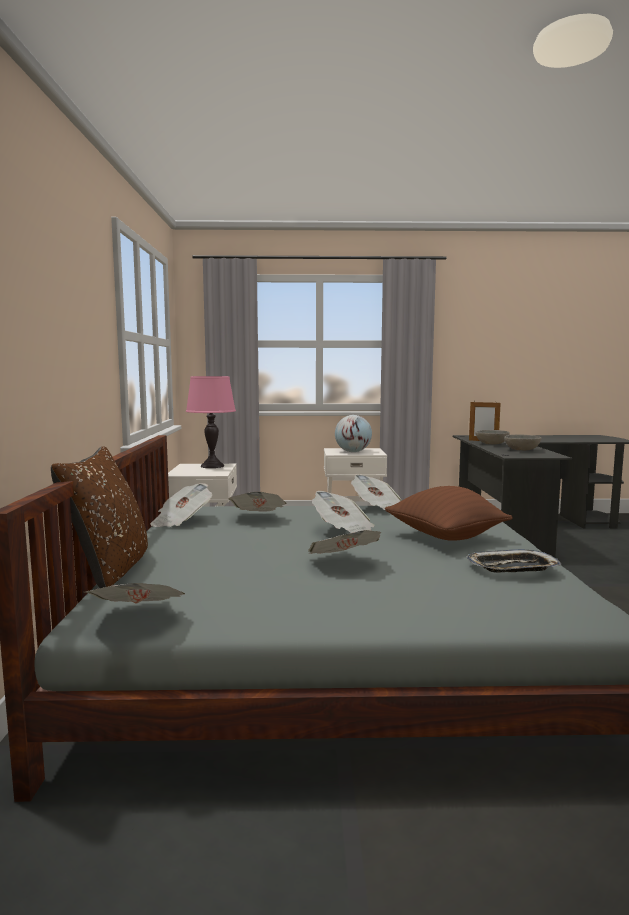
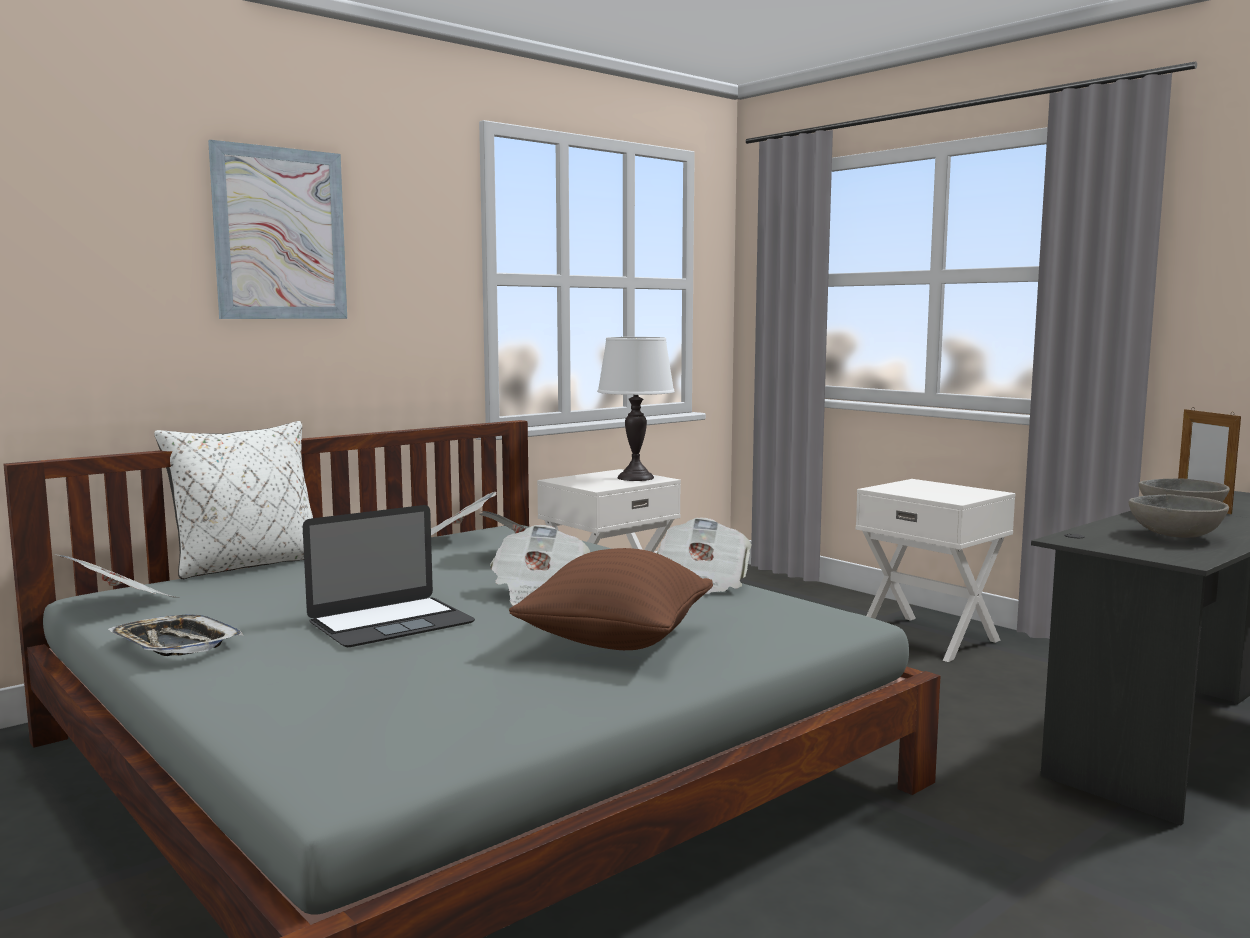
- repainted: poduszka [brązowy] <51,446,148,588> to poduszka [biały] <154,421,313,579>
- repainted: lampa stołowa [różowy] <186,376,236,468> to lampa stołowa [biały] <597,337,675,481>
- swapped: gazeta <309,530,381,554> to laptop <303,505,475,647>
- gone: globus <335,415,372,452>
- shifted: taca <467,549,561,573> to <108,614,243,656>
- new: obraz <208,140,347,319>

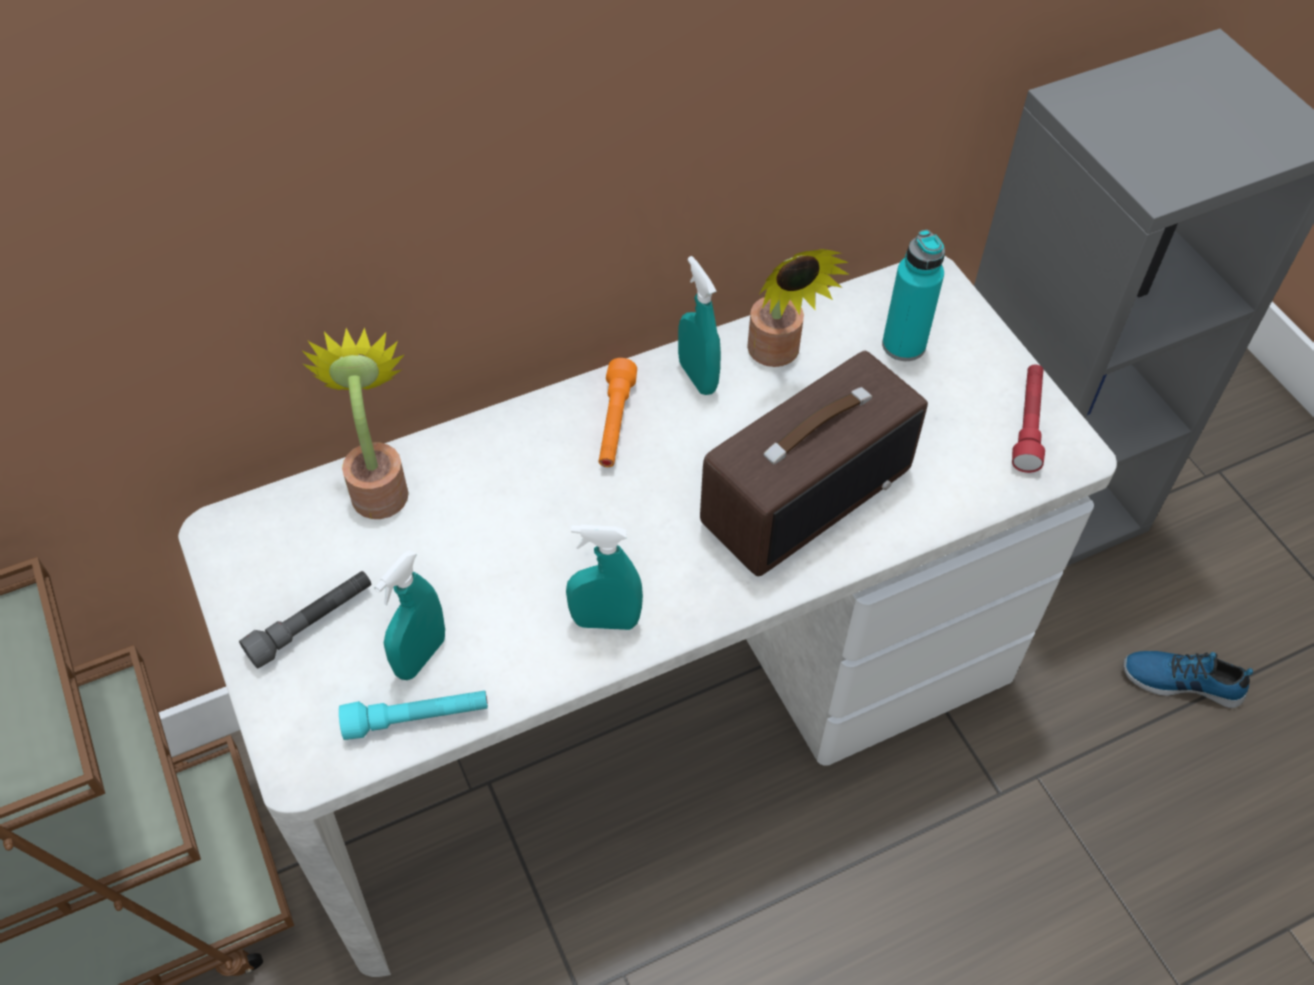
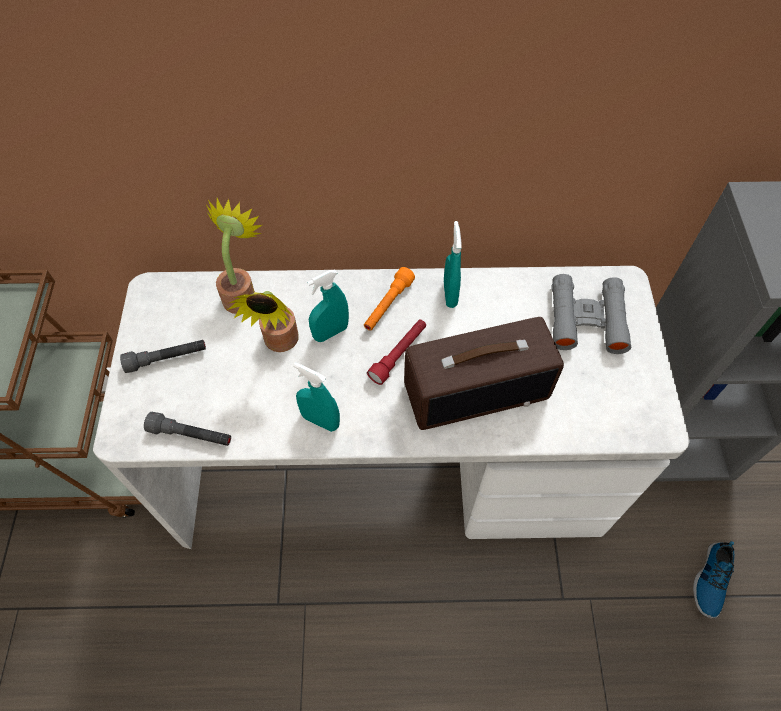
- repainted: latarka [turkusowy] <339,690,488,740> to latarka [szary] <144,412,231,446>
- shifted: spryskiwacz [turkusowy] <374,550,445,680> to <307,269,349,342>
- shifted: roślina doniczkowa <747,249,850,367> to <227,291,299,352>
- swapped: butelka [turkusowy] <882,230,945,361> to lornetka [szary] <551,274,631,354>
- shifted: latarka [czerwony] <1012,365,1045,473> to <367,320,426,385>
- rotated: but <1123,651,1253,708> = <693,541,734,619> 105 degrees counterclockwise

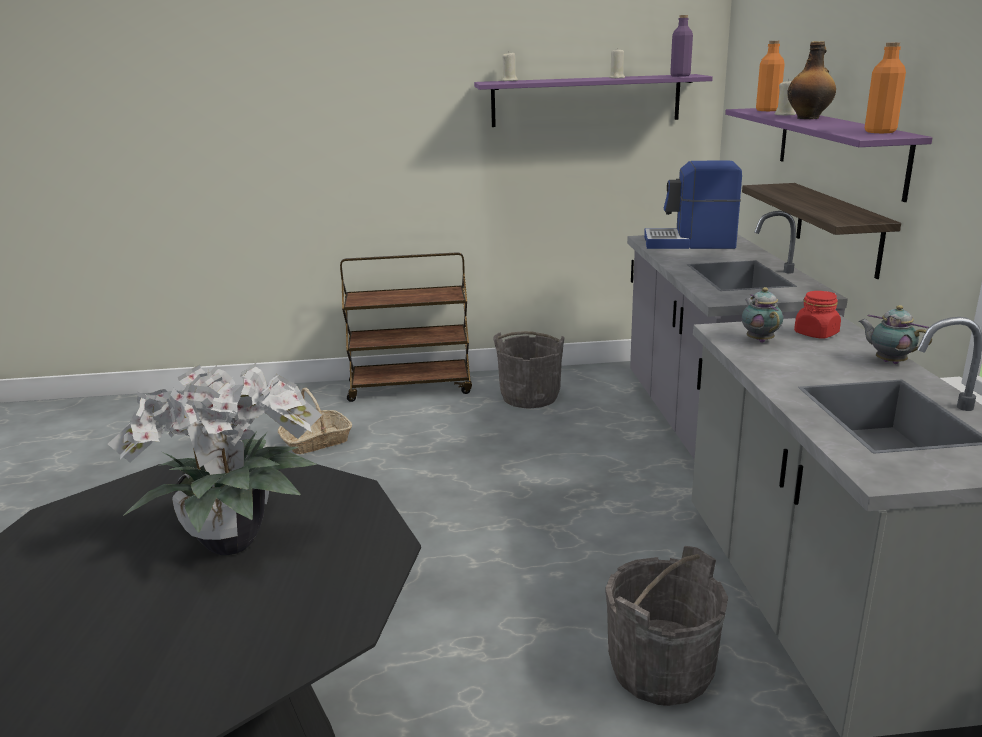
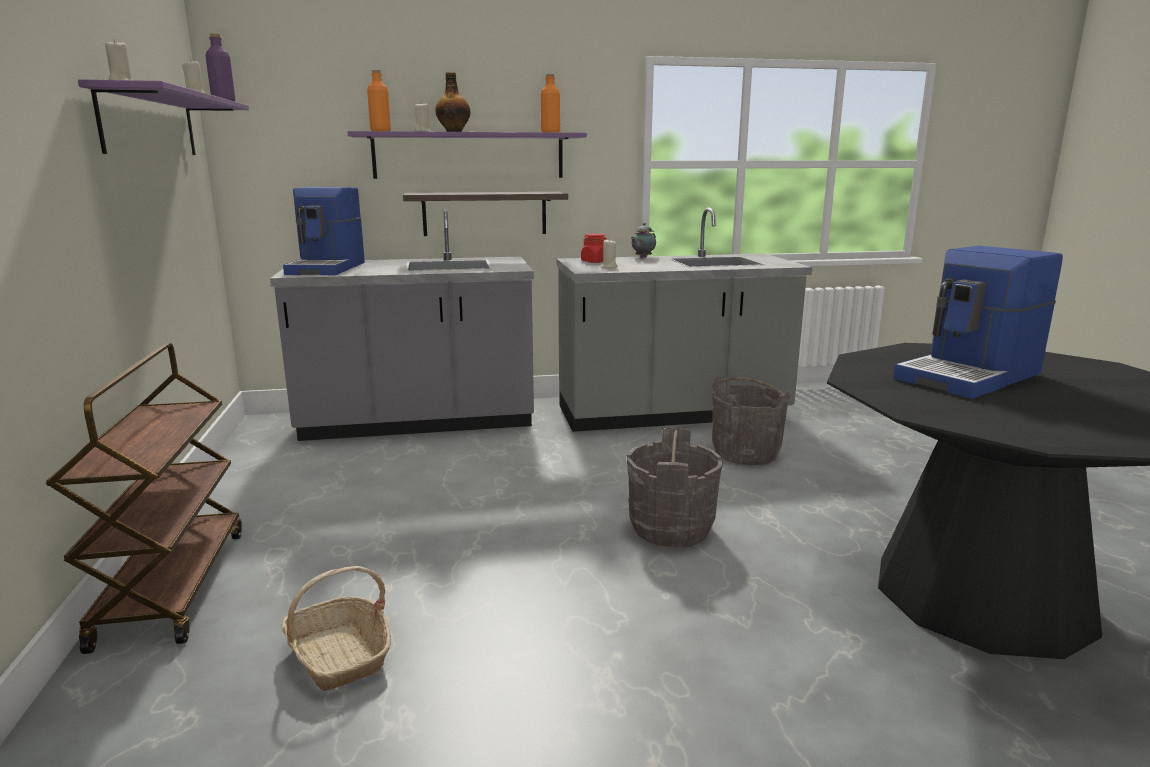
- swapped: roślina doniczkowa <108,363,322,555> to ekspres do kawy <893,246,1063,399>
- shifted: wiadro [szary] <494,331,565,408> to <627,427,723,547>
- swapped: imbryk <742,287,783,343> to świeca [beżowy] <601,239,618,268>

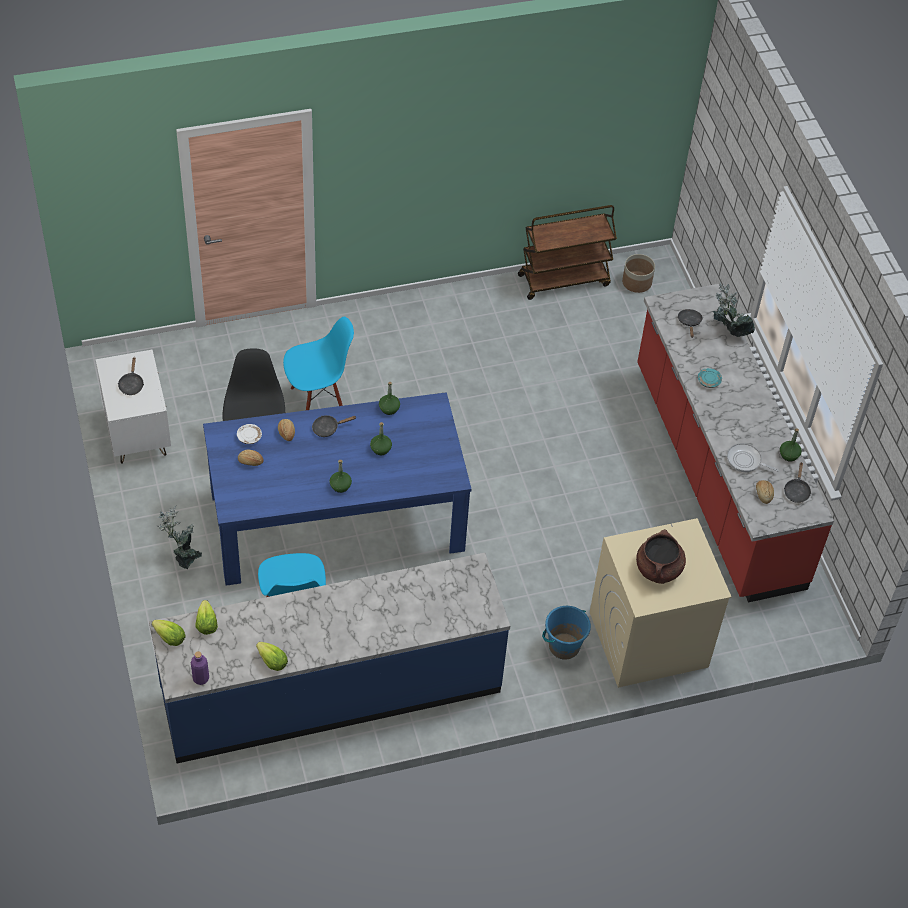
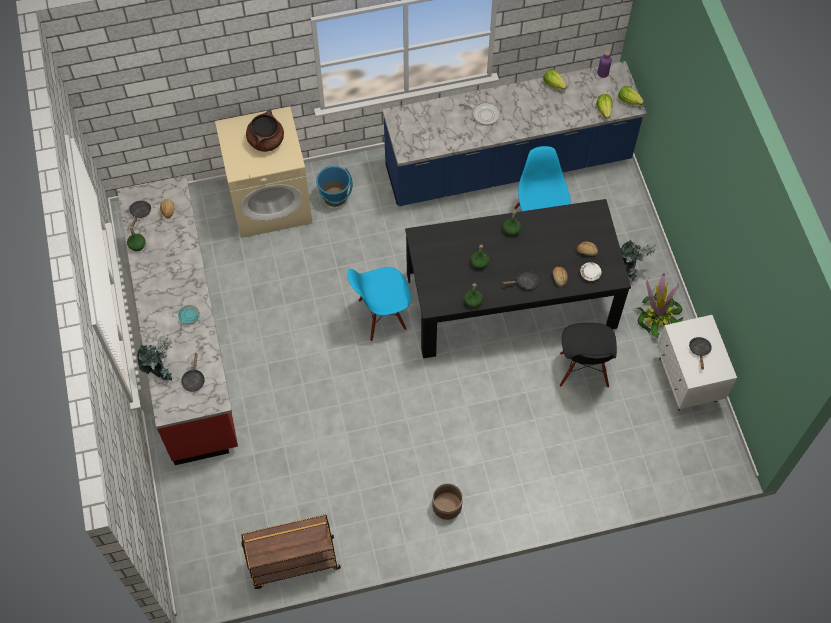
- repainted: stół jadalny [niebieski] <203,392,471,586> to stół jadalny [czarny] <405,199,631,358>
- shifted: krzesło [niebieski] <283,317,354,410> to <347,267,411,341>
- shifted: donica <622,254,655,293> to <432,483,463,520>
- shifted: patelnia <727,443,779,472> to <461,101,500,126>
- new: roślina doniczkowa <636,273,683,338>

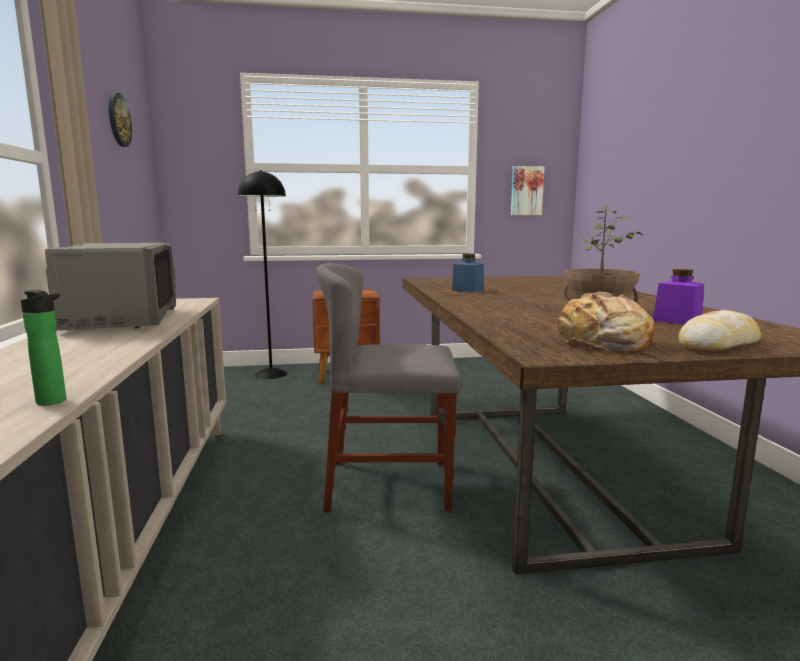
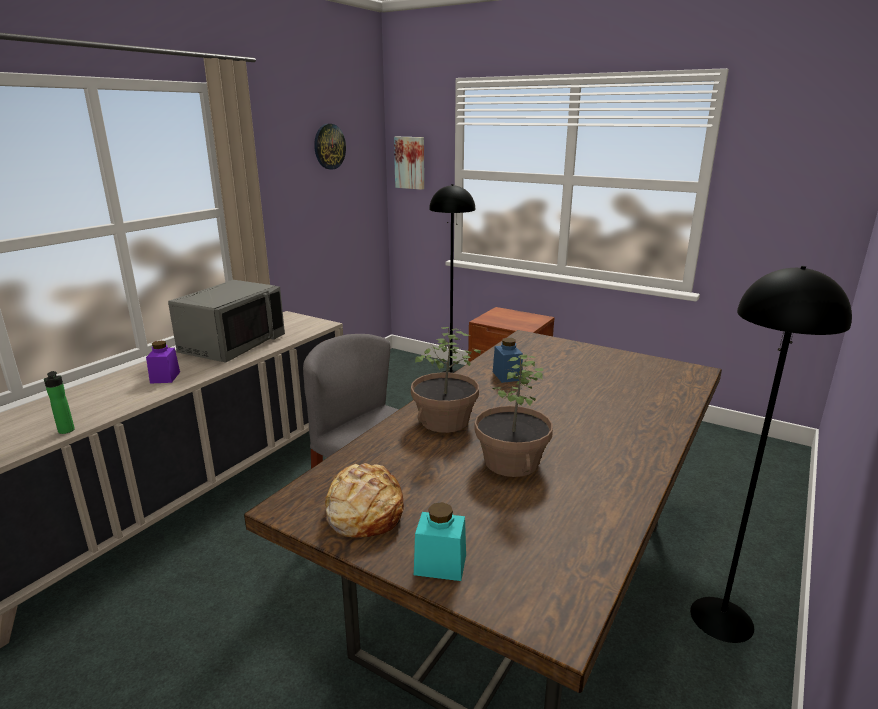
- shifted: obraz <511,166,545,215> to <394,137,424,190>
- shifted: słoik [fioletowy] <653,269,704,325> to <146,341,180,384>
- swapped: chleb <679,310,761,351> to słoik [turkusowy] <414,502,466,581>
- new: roślina doniczkowa <411,327,481,433>
- new: lampa stojąca [czarny] <690,266,852,643>

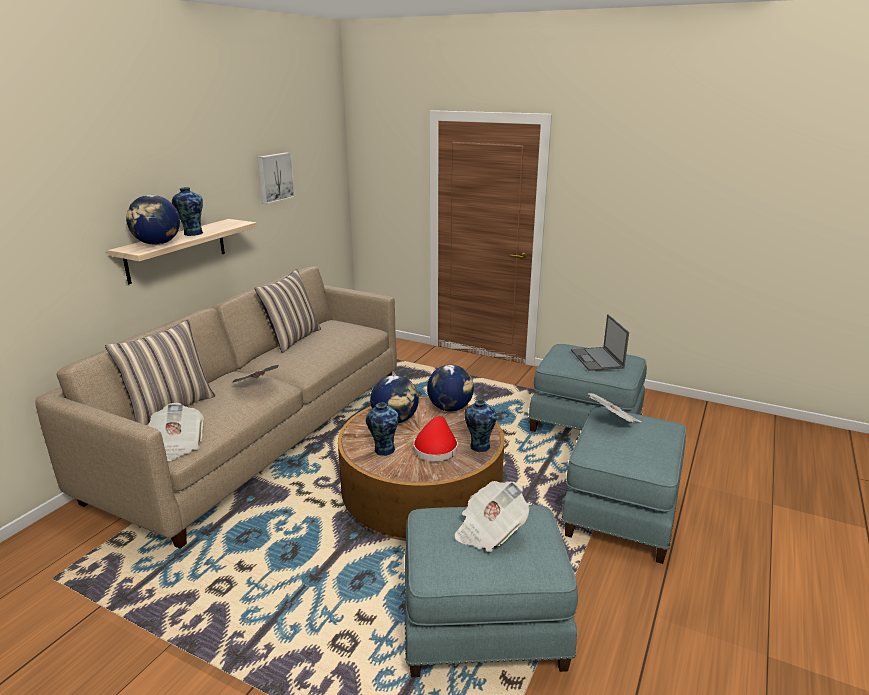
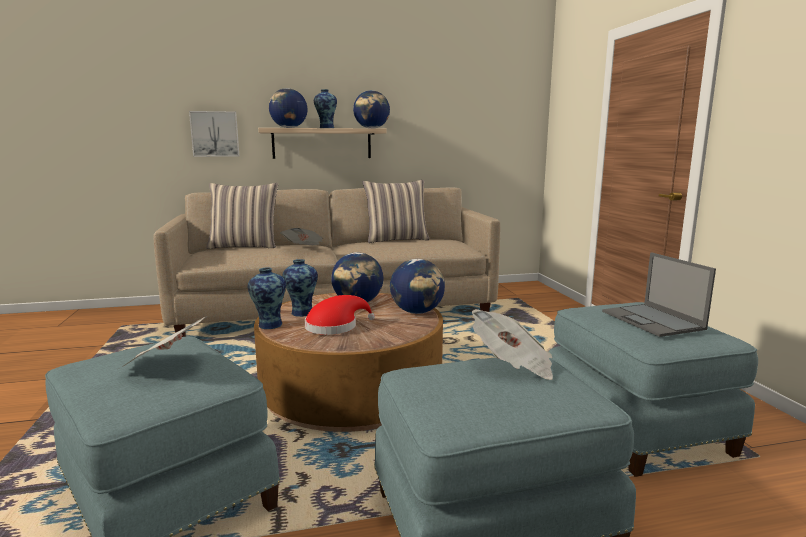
- gone: gazeta <148,403,204,461>
- shifted: obraz <257,152,295,204> to <189,111,239,157>
- shifted: wazon <465,400,497,452> to <248,268,286,329>
- rotated: laptop <571,314,629,371> = <602,252,716,337> 60 degrees counterclockwise
- new: globus <353,90,390,129>

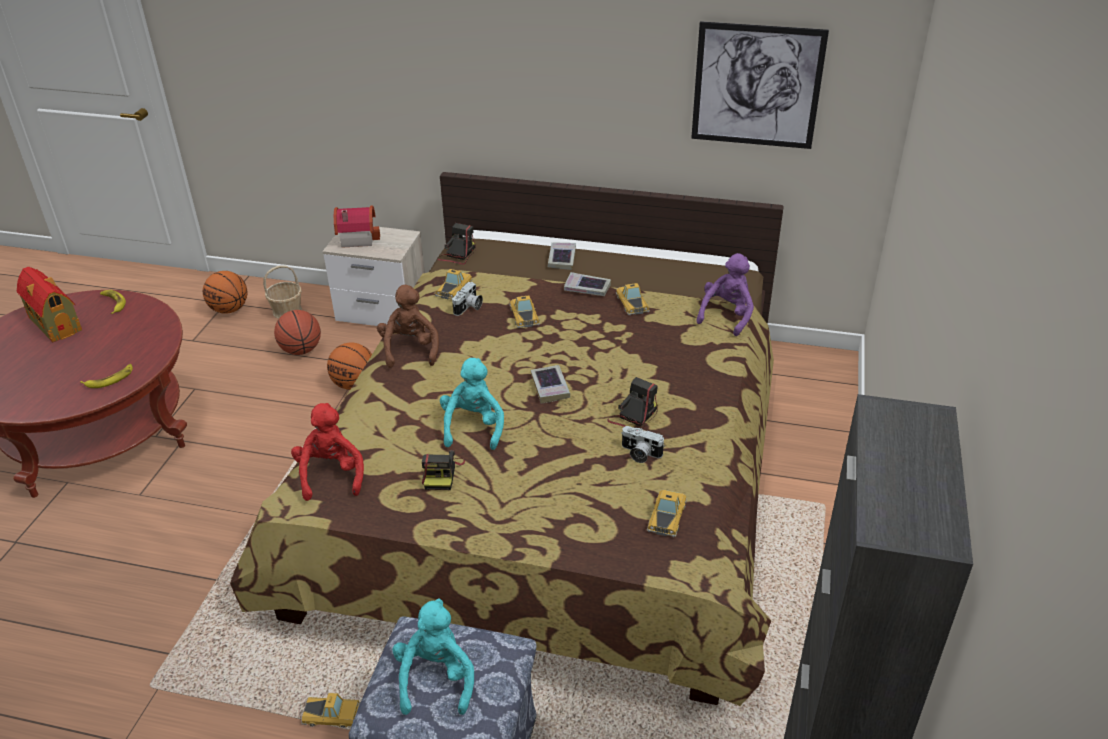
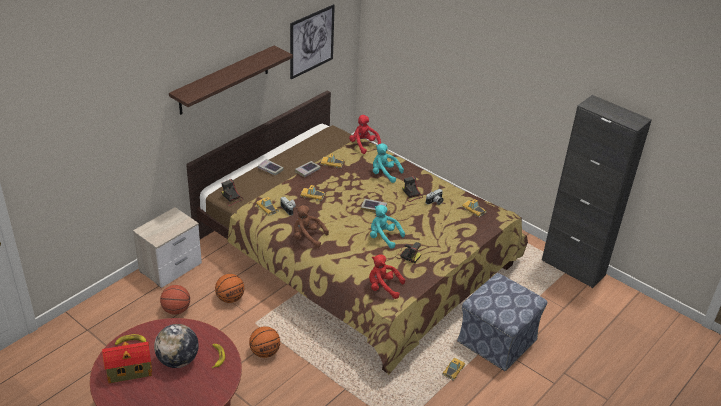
- shifted: piłka do koszykówki <203,271,247,314> to <249,326,280,358>
- gone: koszyk <263,265,302,318>
- gone: domek <334,205,380,248>
- shifted: pluszak [turkusowy] <392,599,474,715> to <373,143,404,183>
- repainted: pluszak [fioletowy] <696,253,754,336> to pluszak [czerwony] <349,115,381,154>
- new: globus <154,324,199,368>
- new: półka <169,46,293,115>

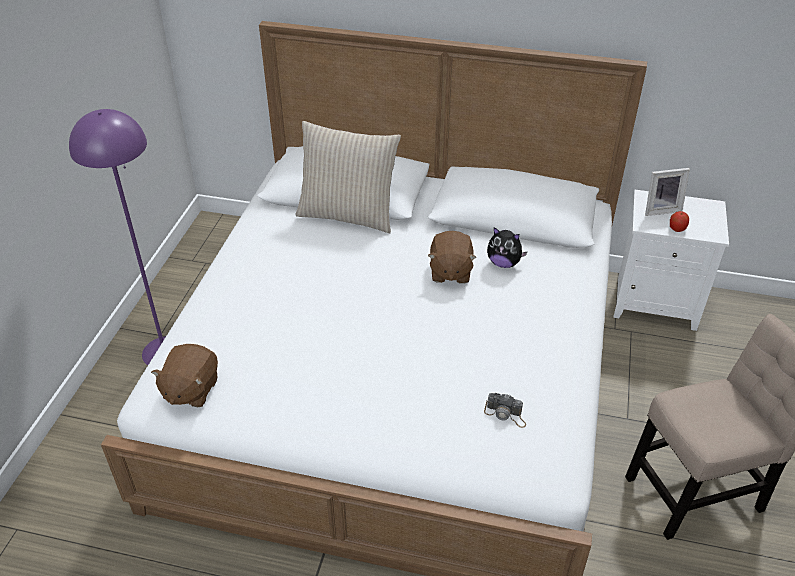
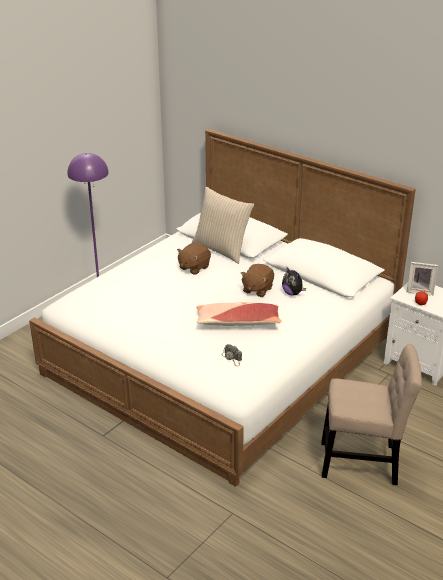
- shifted: pluszak [brązowy] <151,344,218,407> to <177,243,211,274>
- new: poduszka <196,302,282,326>

